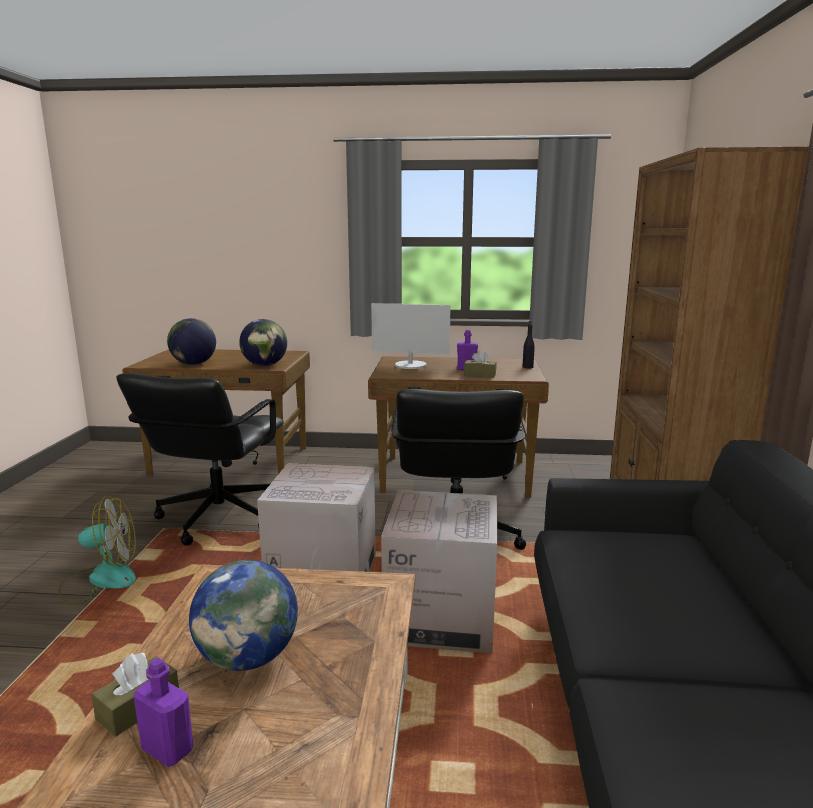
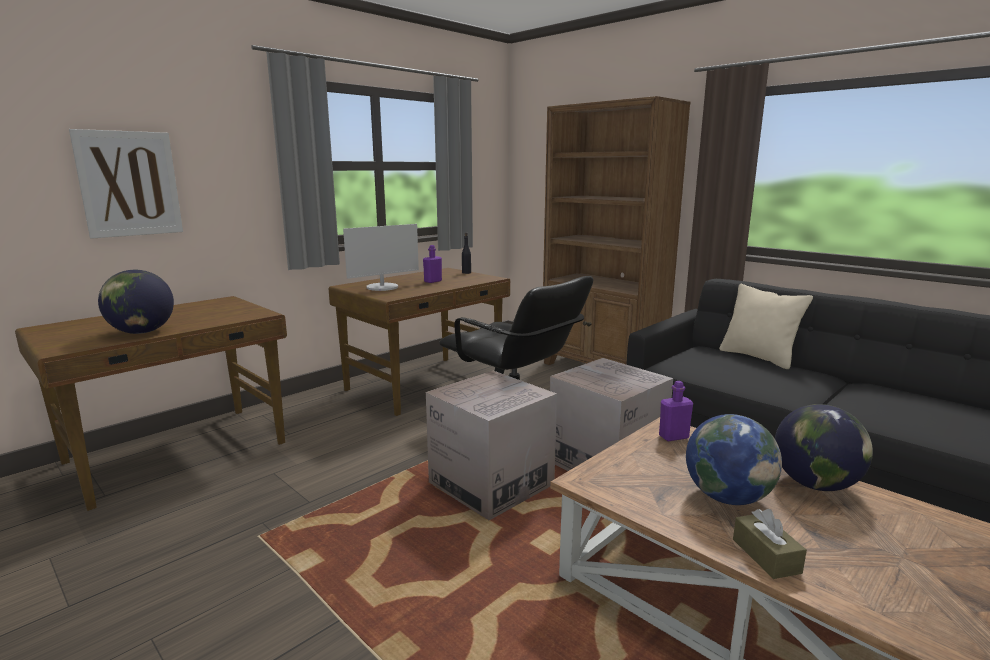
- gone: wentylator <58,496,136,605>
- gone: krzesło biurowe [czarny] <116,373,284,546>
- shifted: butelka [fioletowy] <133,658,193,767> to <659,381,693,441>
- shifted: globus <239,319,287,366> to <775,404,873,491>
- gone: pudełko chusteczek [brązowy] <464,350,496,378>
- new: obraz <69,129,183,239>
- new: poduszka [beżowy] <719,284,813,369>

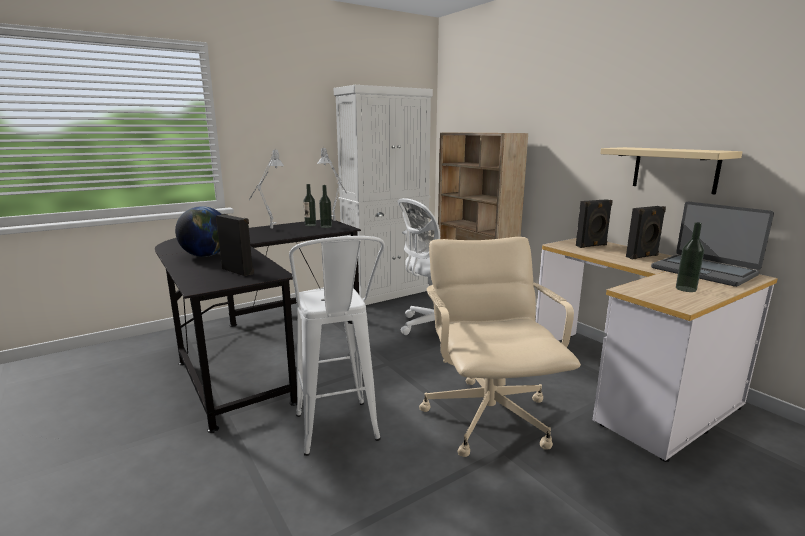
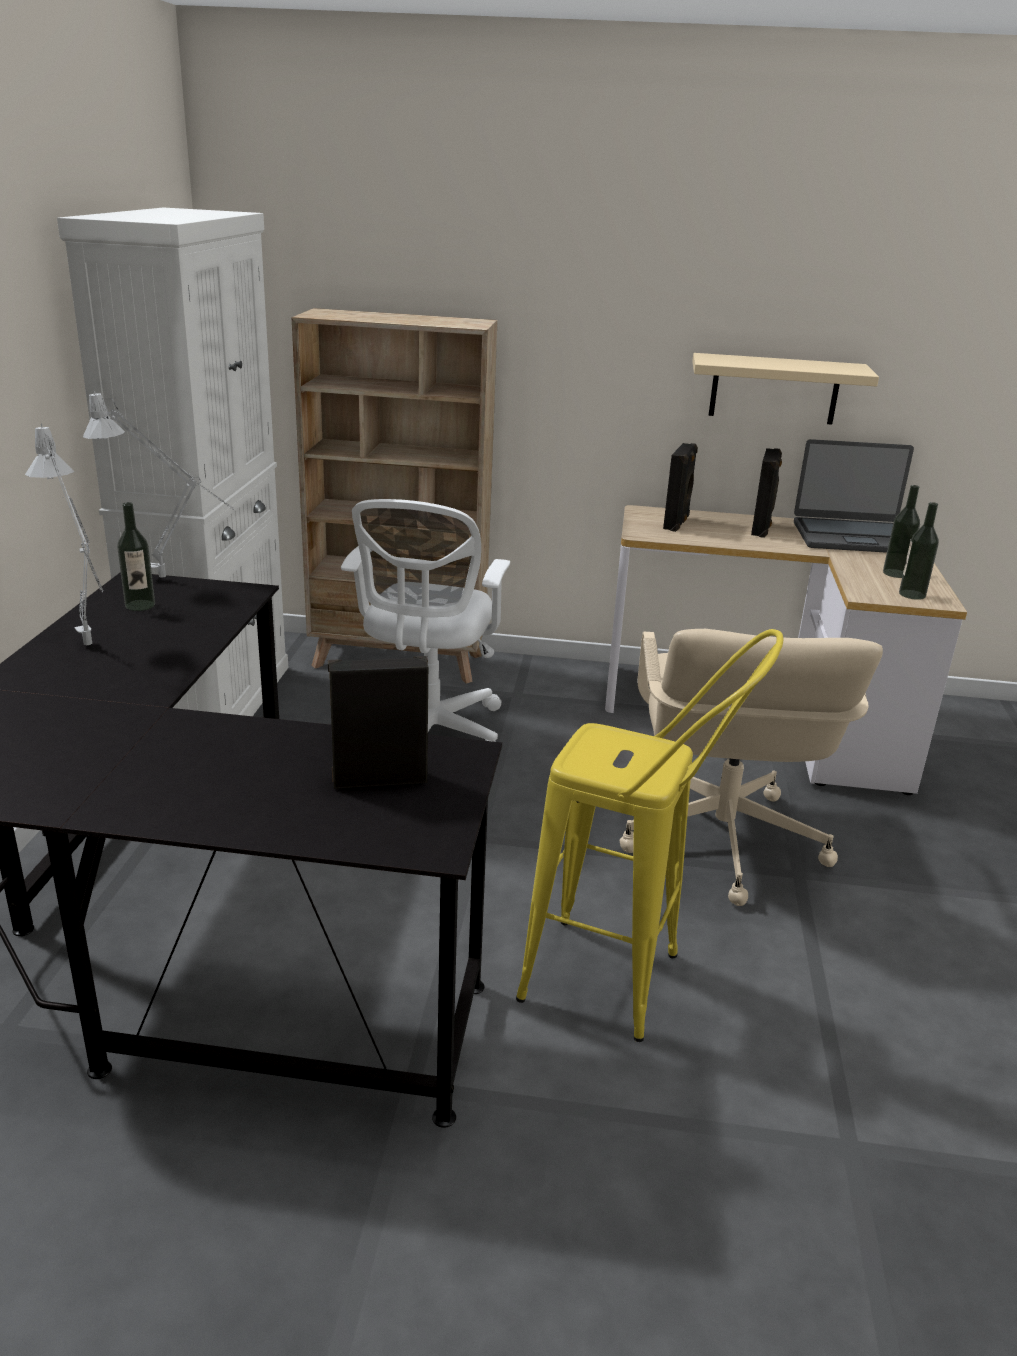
- gone: globus <175,206,221,257>
- repainted: stołek [biały] <289,236,385,456> to stołek [żółty] <516,629,784,1042>
- shifted: butelka <319,185,332,228> to <899,502,939,600>
- rotated: krzesło biurowe [beżowy] <419,237,581,457> = <620,629,883,906> 120 degrees counterclockwise

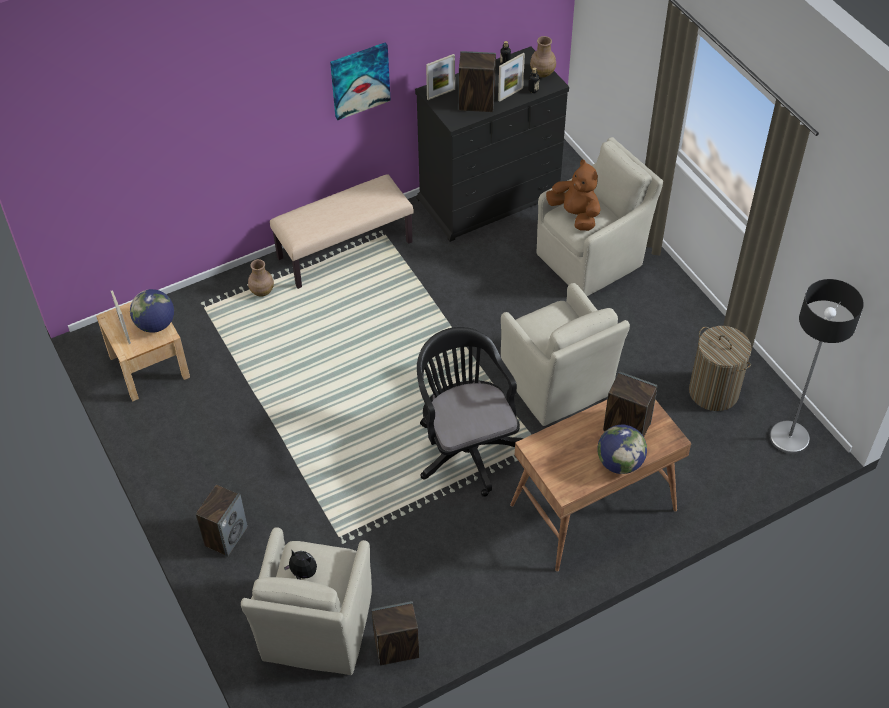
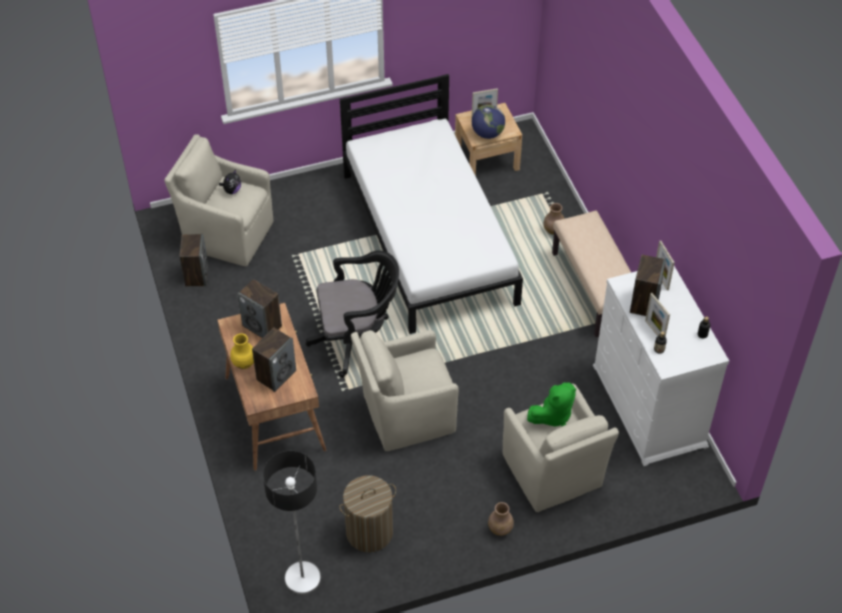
- shifted: głośnik <196,485,248,557> to <238,279,282,338>
- gone: obraz <330,43,391,120>
- repainted: komoda [czarny] <415,47,569,242> to komoda [biały] <593,266,729,466>
- shifted: wazon [brązowy] <530,36,556,78> to <488,502,514,536>
- repainted: pluszak [brązowy] <546,159,600,231> to pluszak [zielony] <527,382,576,427>
- swapped: globus <597,425,647,474> to wazon [żółty] <230,333,254,369>
- new: łóżko [biały] <340,74,523,334>

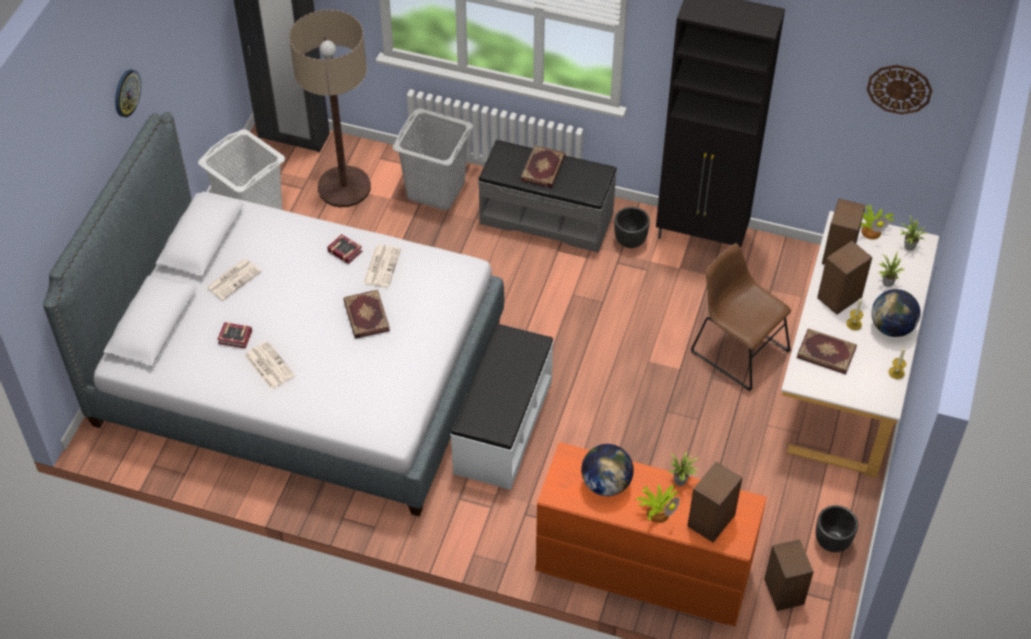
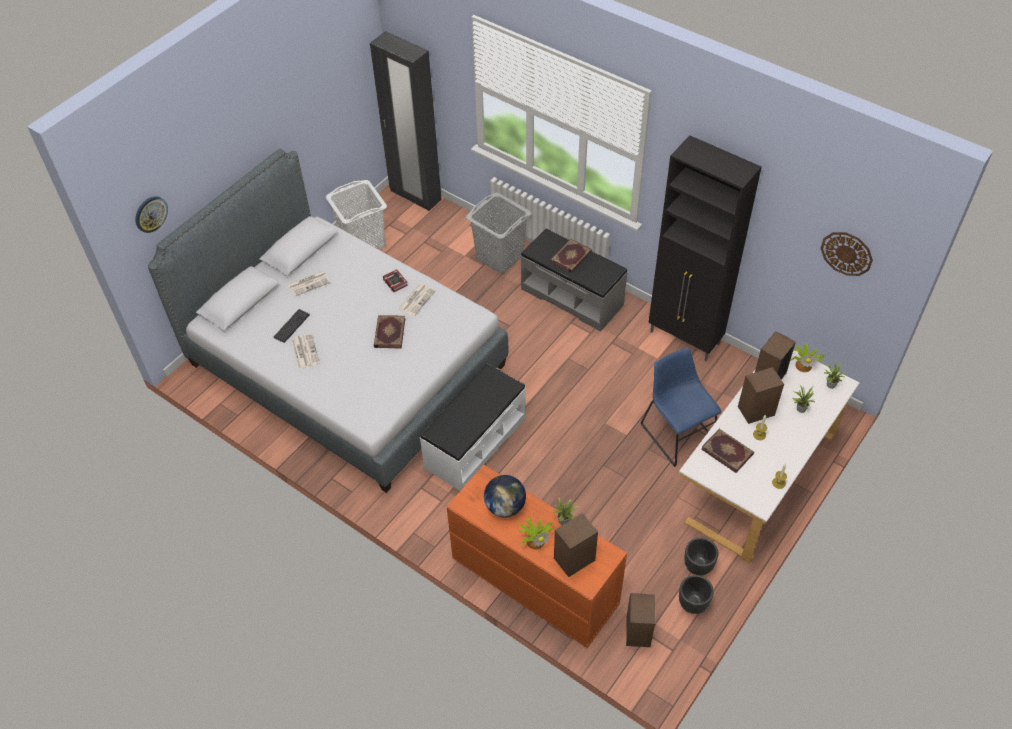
- shifted: zegar ścienny <115,69,141,118> to <135,196,168,233>
- swapped: książka <217,322,252,349> to klawiatura <274,309,310,343>
- gone: lampa stojąca <289,10,371,207>
- shifted: donica [czarny] <614,207,650,248> to <684,537,719,576>
- repainted: krzesło [brązowy] <691,243,791,391> to krzesło [niebieski] <641,347,721,467>
- gone: globus <871,289,921,337>

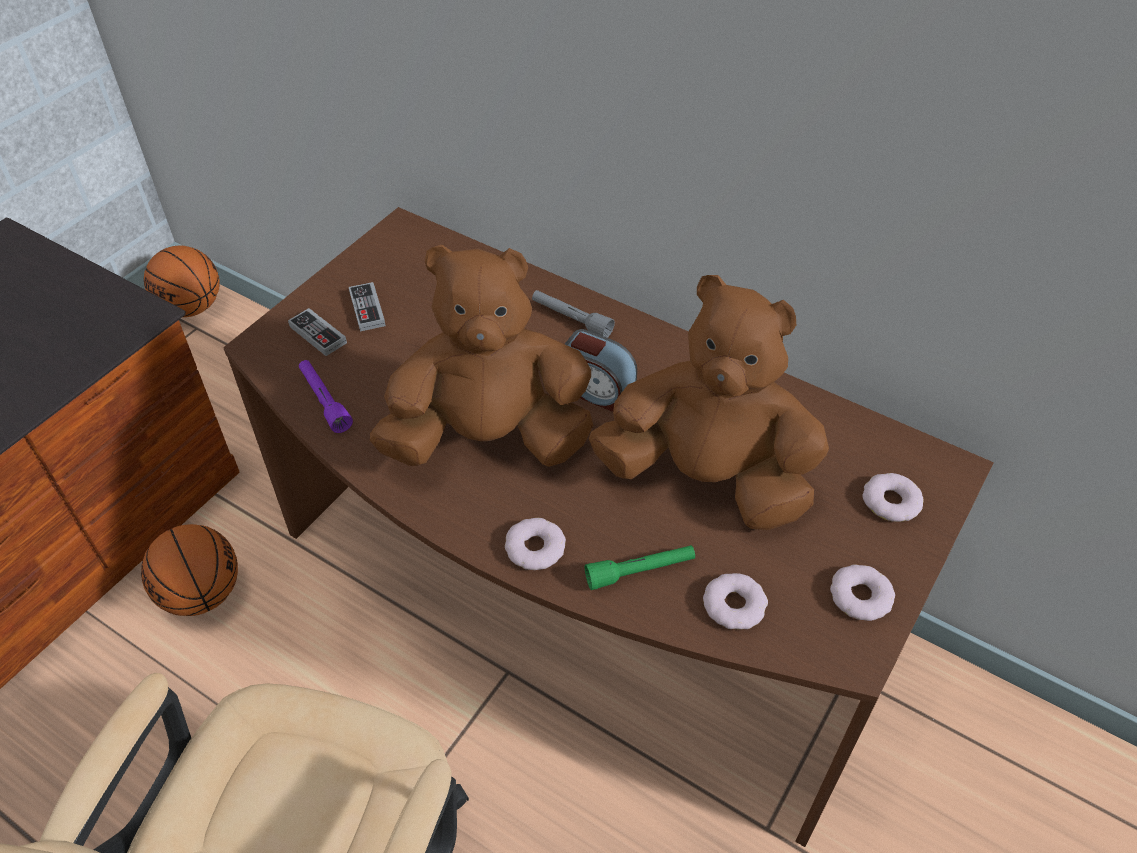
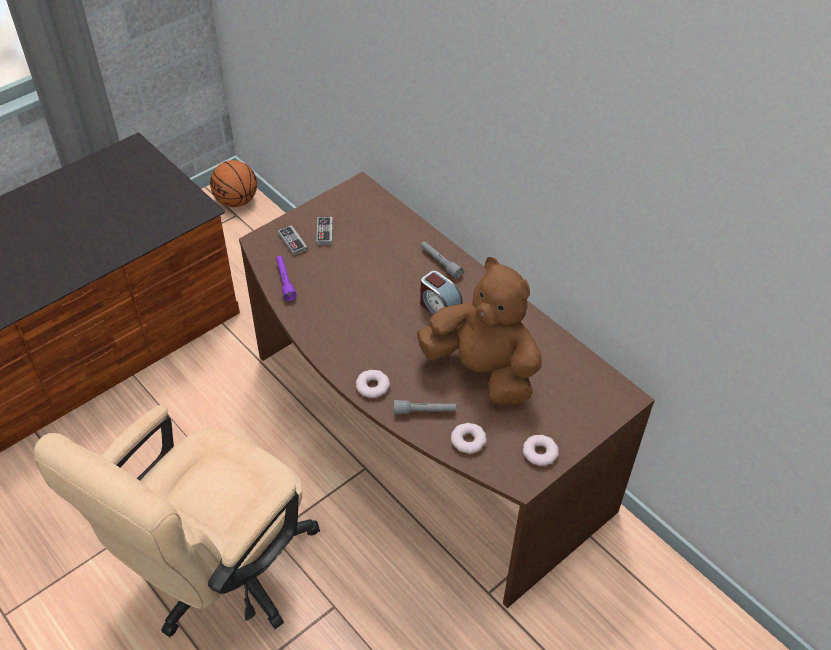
- gone: piłka do koszykówki <141,524,238,616>
- gone: pluszak [brązowy] <370,245,593,467>
- repainted: latarka [zielony] <585,545,695,590> to latarka [szary] <394,400,456,415>
- gone: donut <863,473,924,522>

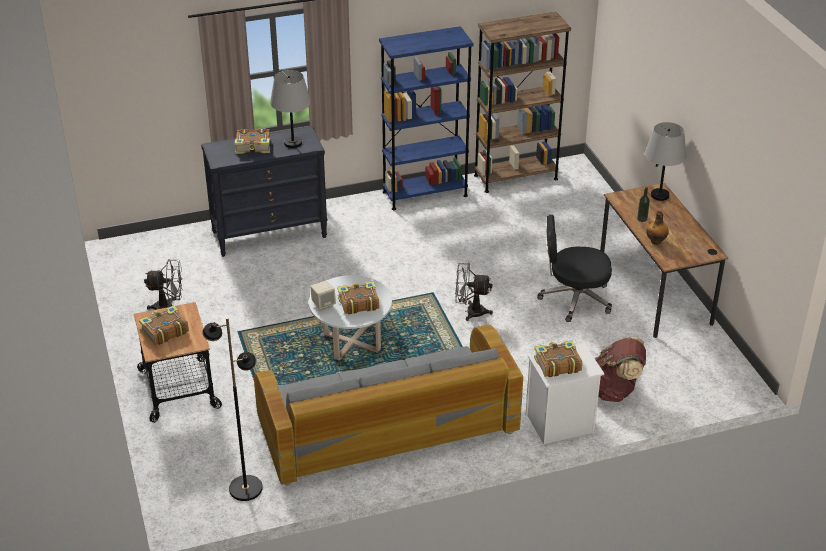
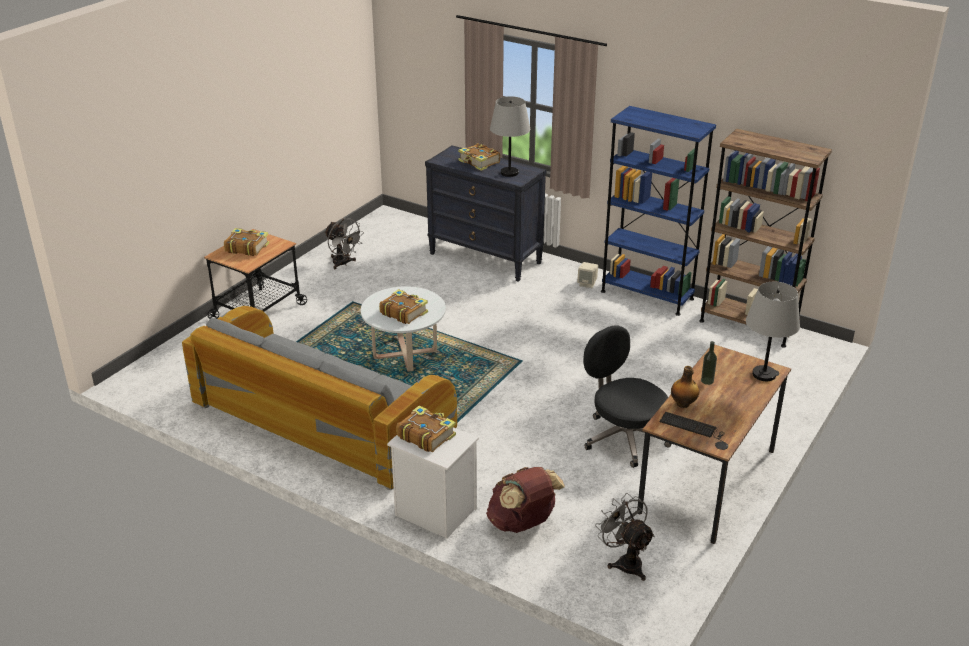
- gone: lampa stojąca [czarny] <202,318,263,501>
- shifted: głośnik [beżowy] <310,281,336,312> to <577,262,598,288>
- shifted: wentylator [szary] <455,263,493,321> to <595,493,655,581>
- new: klawiatura <660,412,727,446>

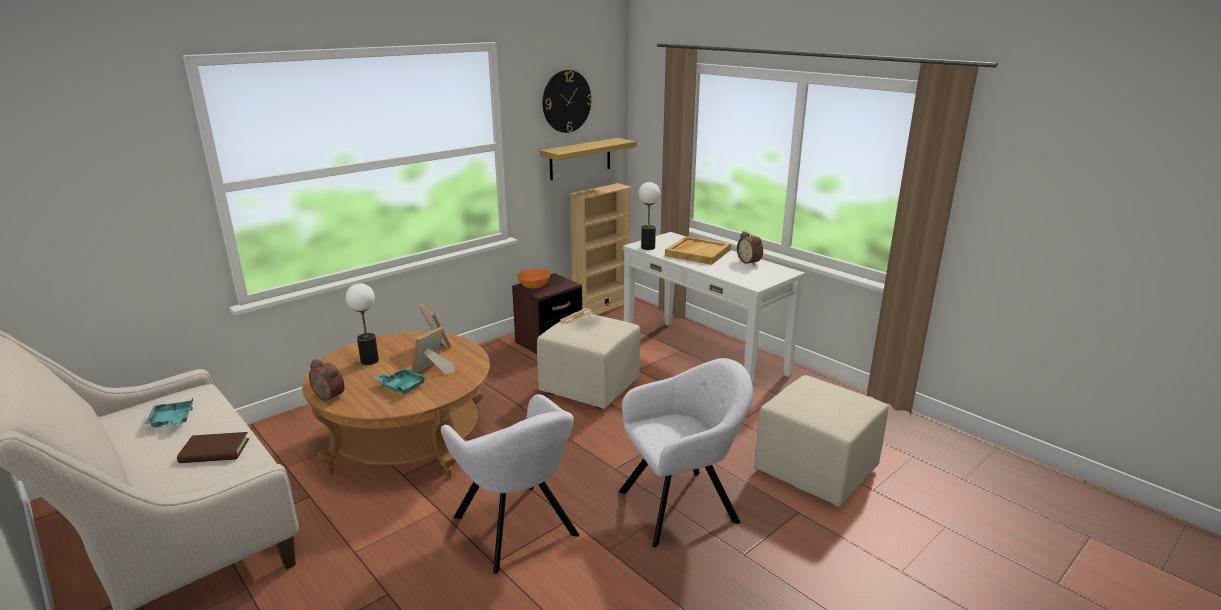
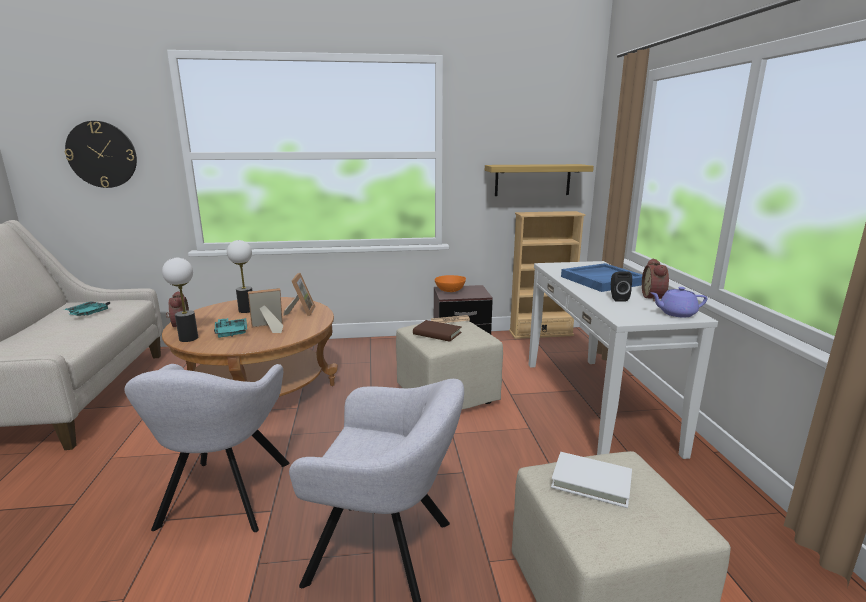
- shifted: książka [brązowy] <177,432,249,463> to <413,320,462,342>
- shifted: zegar ścienny <543,70,592,133> to <65,121,137,188>
- shifted: lampa stołowa <638,182,660,250> to <162,258,198,342>
- repainted: taca [beżowy] <665,236,731,265> to taca [niebieski] <561,263,642,292>
- new: książka [biały] <551,452,632,508>
- new: głośnik [czarny] <611,271,632,302>
- new: imbryk [fioletowy] <651,287,707,317>

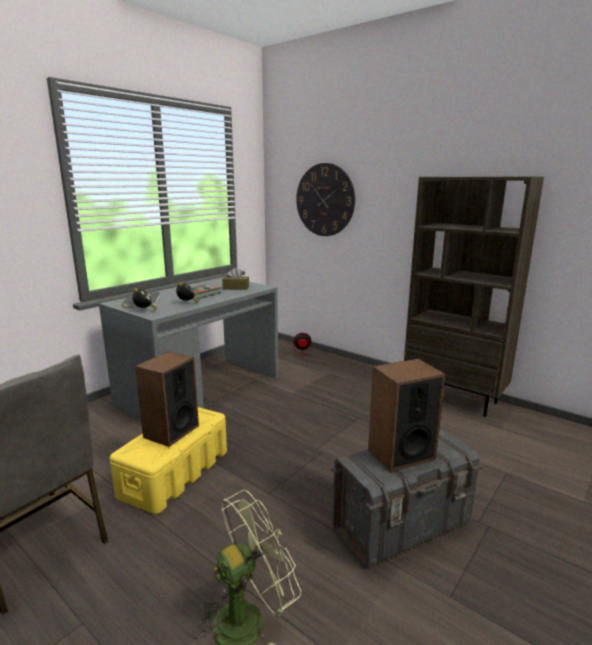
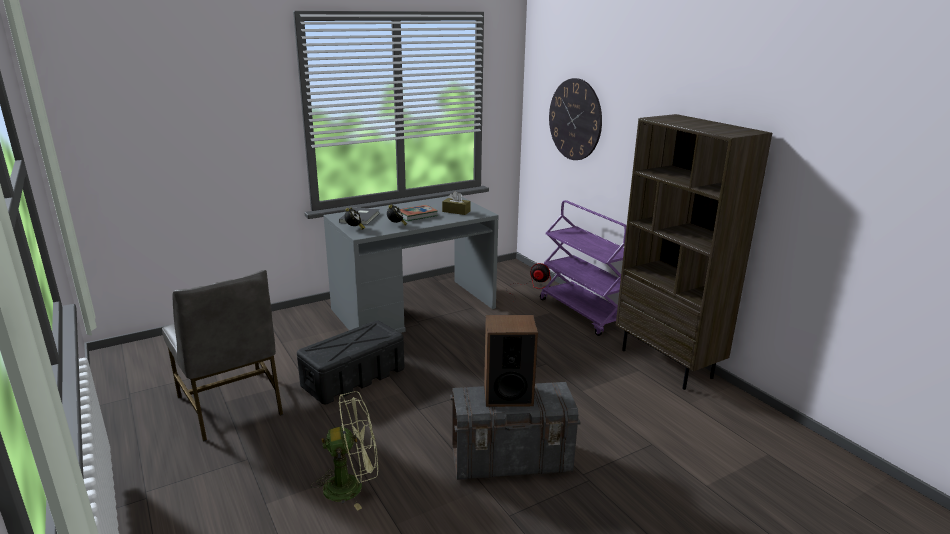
- repainted: pojemnik do przechowywania [żółty] <110,407,227,514> to pojemnik do przechowywania [czarny] <297,321,404,404>
- gone: głośnik <135,351,199,447>
- new: wózek [fioletowy] <540,200,627,336>

